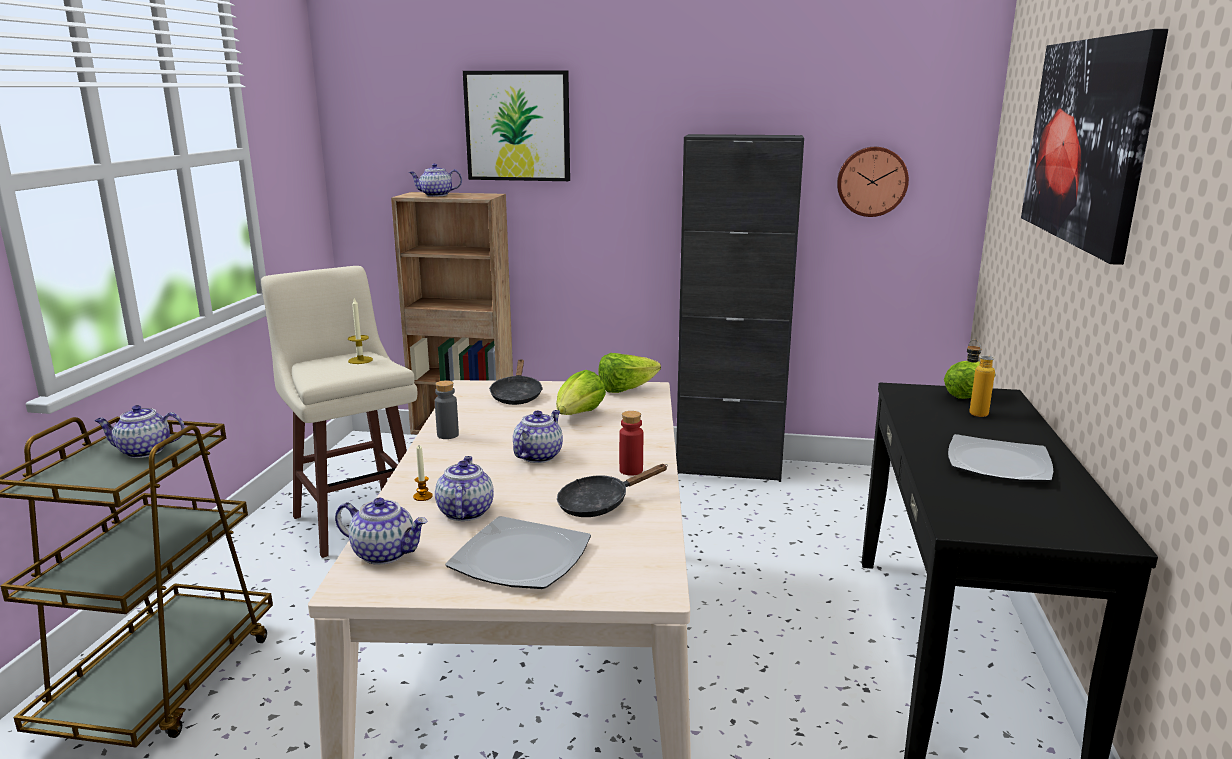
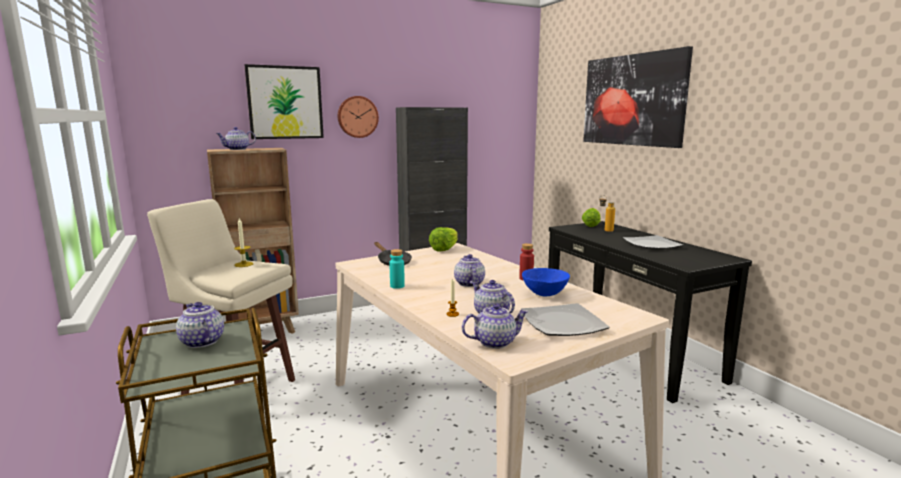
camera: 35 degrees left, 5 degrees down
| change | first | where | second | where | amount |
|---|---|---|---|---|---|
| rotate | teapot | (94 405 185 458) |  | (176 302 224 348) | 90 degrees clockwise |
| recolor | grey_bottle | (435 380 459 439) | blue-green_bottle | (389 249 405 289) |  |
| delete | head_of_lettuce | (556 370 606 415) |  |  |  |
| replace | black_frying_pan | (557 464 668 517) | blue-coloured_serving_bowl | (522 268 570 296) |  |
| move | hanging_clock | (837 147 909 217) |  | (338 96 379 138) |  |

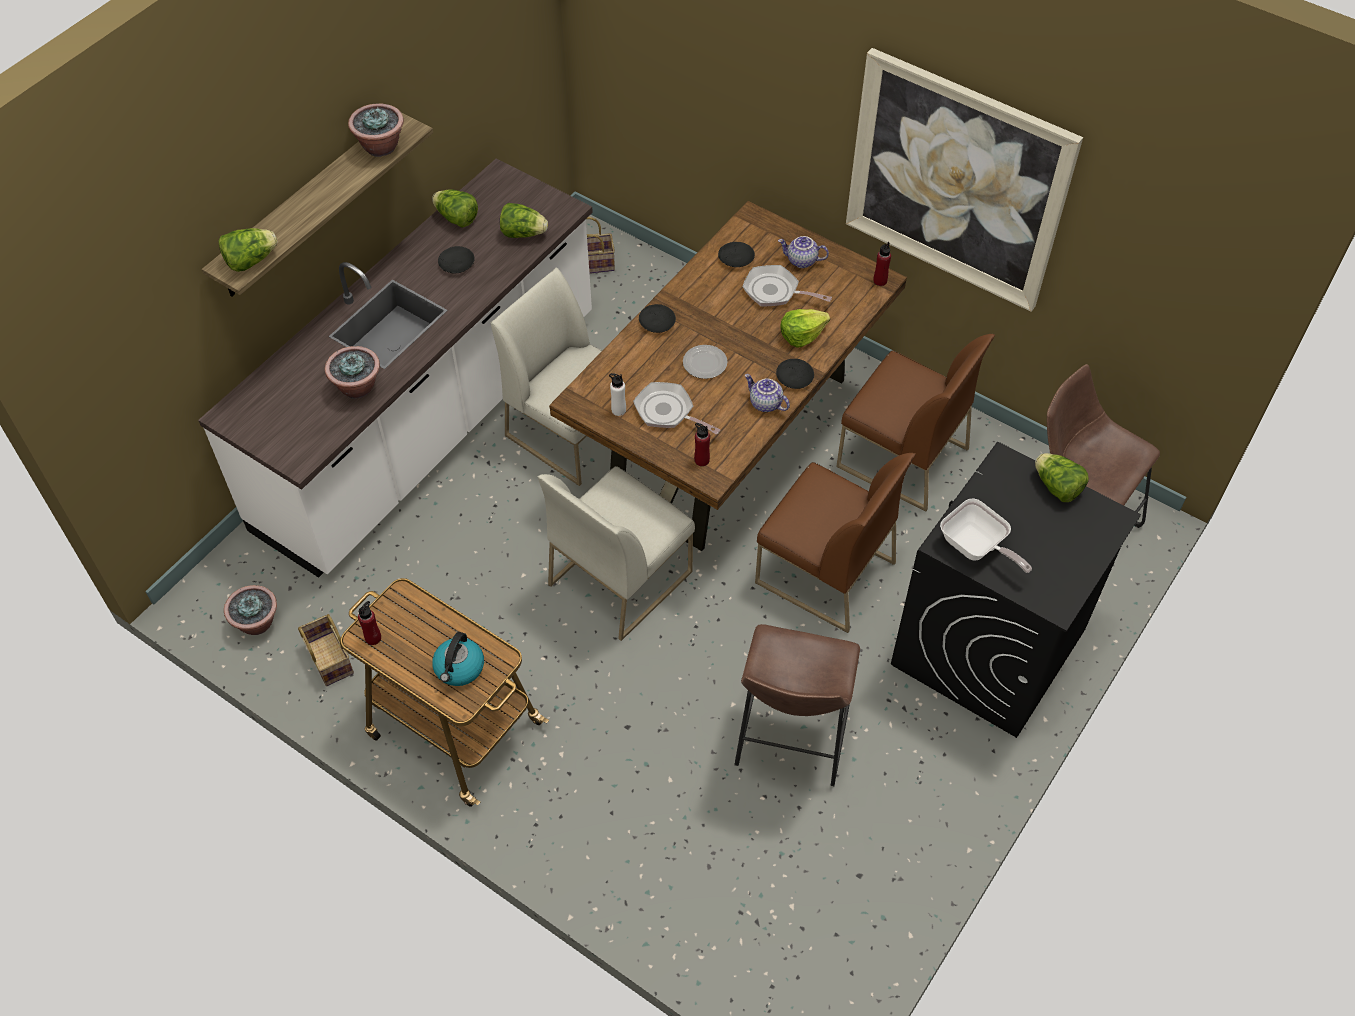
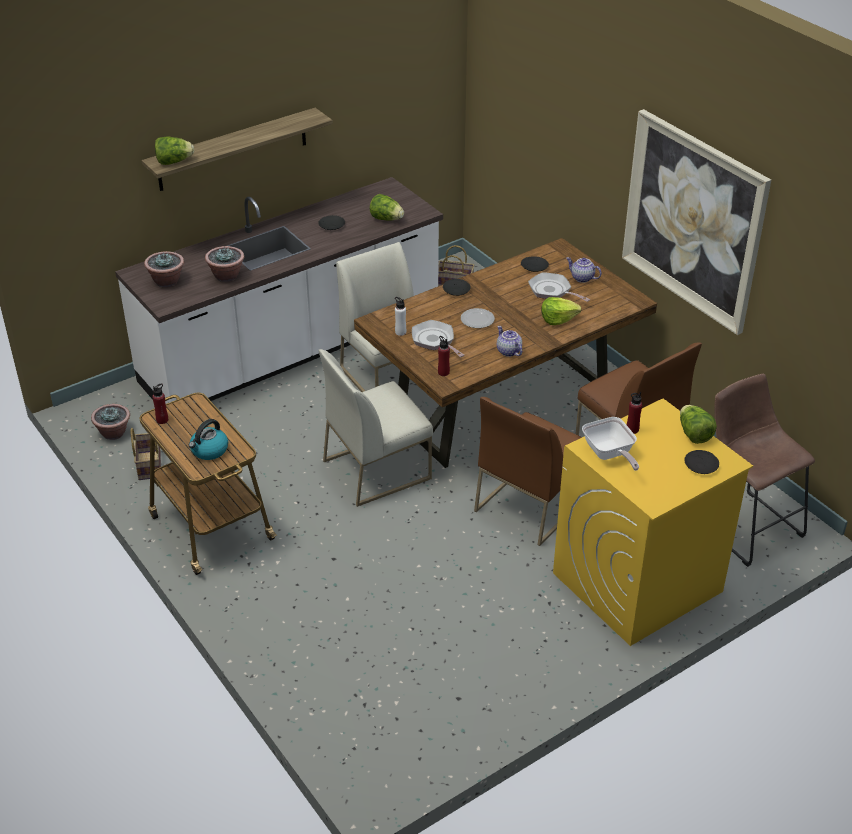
camera: 20 degrees right, 15 degrees down
| change | first | where | second | where | amount |
|---|---|---|---|---|---|
| move | potted_plant | (348 103 404 157) |  | (144 251 184 287) |  |
| delete | head_of_lettuce | (432 189 478 228) |  |  |  |
| delete | brownish_sitting_stool | (735 624 860 786) |  |  |  |
| rotate | brownish_upright_chair | (755 453 916 633) |  | (474 397 582 546) | 75 degrees clockwise |
| move | black_flat_dish | (776 359 814 389) |  | (684 450 719 474) |  |
| move | red-coloured_bottle | (873 242 891 286) |  | (627 392 642 434) |  |
| recolor | black_laundry_appliance | (891 442 1141 738) | yellow_laundry_appliance | (553 398 753 646) |  |

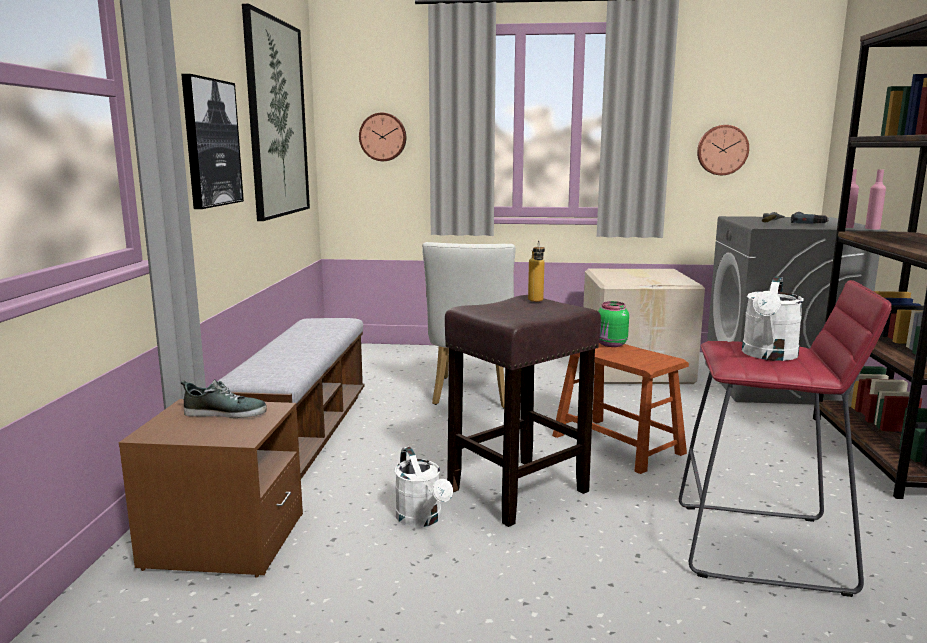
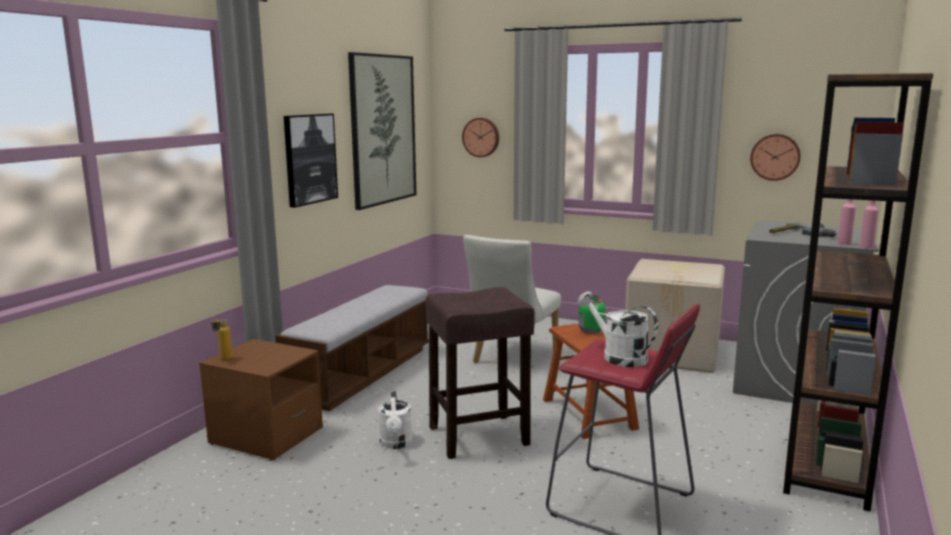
camera: 20 degrees right, 0 degrees up
| change | first | where | second | where | amount |
|---|---|---|---|---|---|
| delete | item_of_footwear | (180 379 267 418) |  |  |  |
| move | bottle | (528 241 545 302) |  | (211 315 233 360) |  |
| rotate | whitish_sprinkling_can | (742 276 804 361) |  | (578 291 658 367) | 90 degrees clockwise |

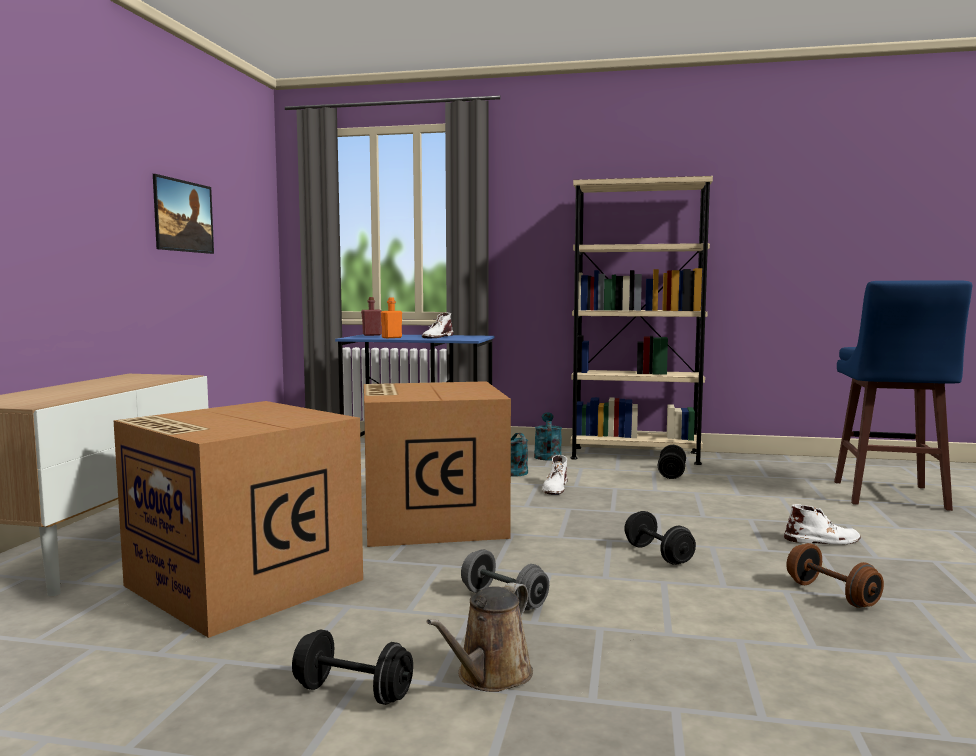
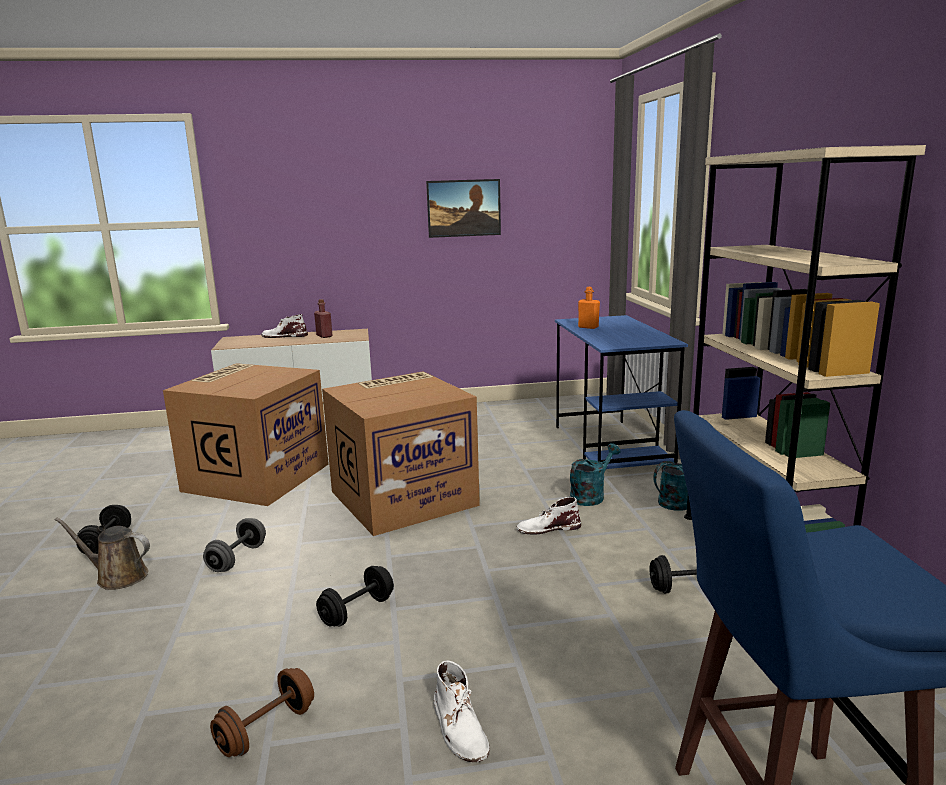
camera: 70 degrees right, 10 degrees up
| change | first | where | second | where | amount |
|---|---|---|---|---|---|
| move | red-coloured_bottle | (361 297 382 336) |  | (314 299 332 338) |  |
| move | whitish_high-top_boot | (422 313 454 338) |  | (261 314 308 338) |  |

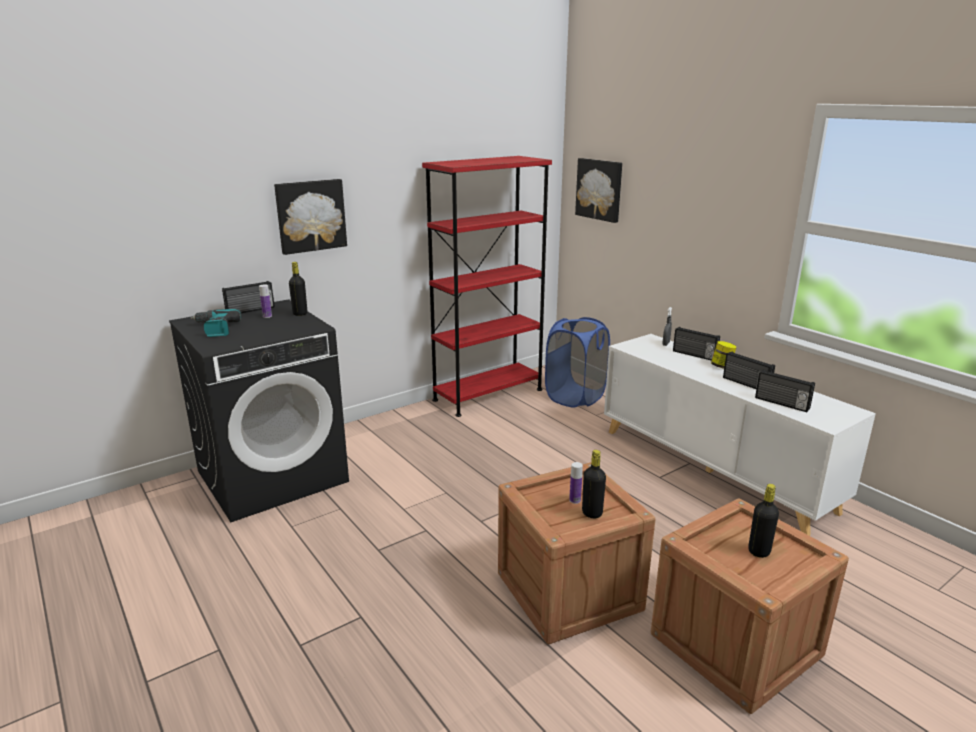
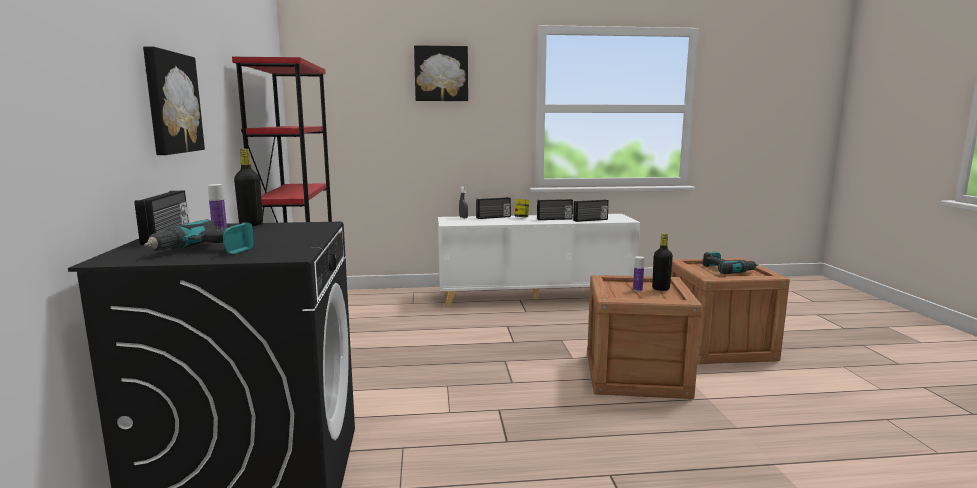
camera: 60 degrees left, 10 degrees down
| change | first | where | second | where | amount |
|---|---|---|---|---|---|
| delete | blue-coloured_laundry_basket | (545 317 610 408) |  |  |  |
| move | wall_picture | (575 158 622 223) |  | (414 45 468 101) |  |
| replace | black_bottle | (748 484 779 558) | electric_drill | (703 252 758 274) |  |

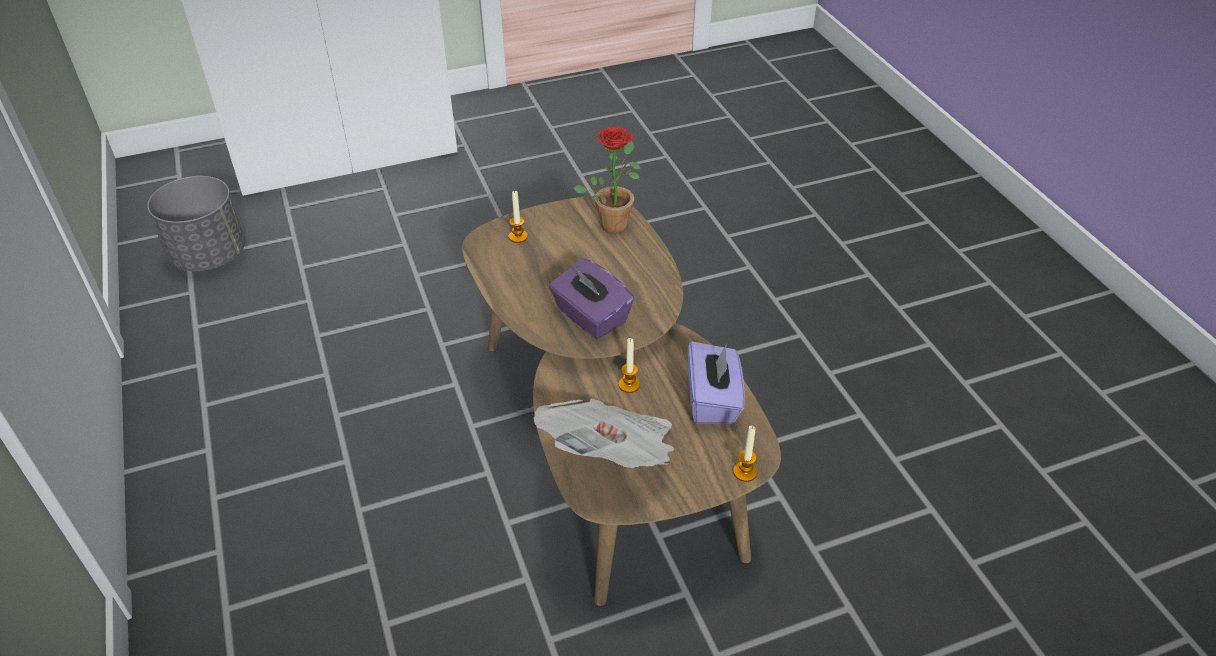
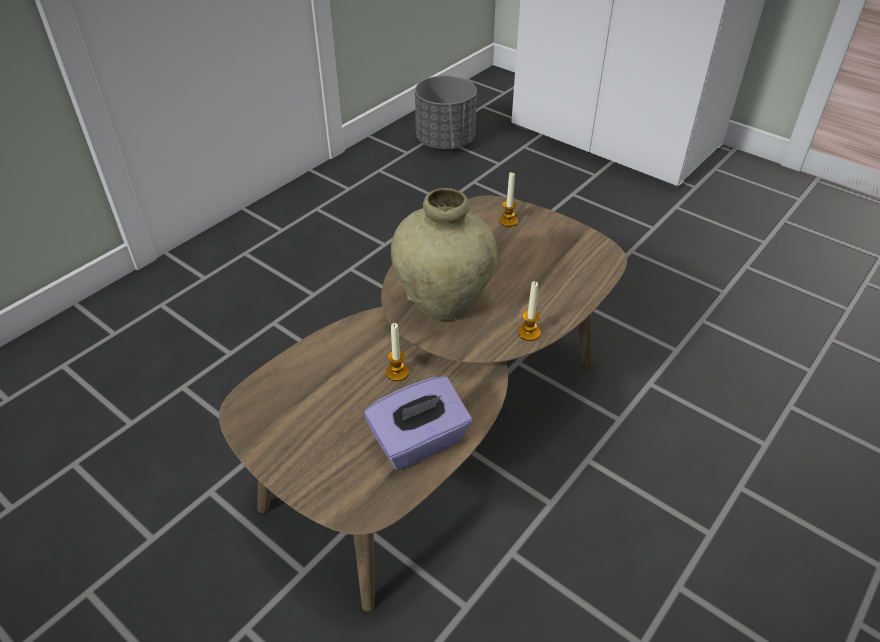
camera: 60 degrees right, 0 degrees up
| change | first | where | second | where | amount |
|---|---|---|---|---|---|
| delete | newspaper | (534 398 674 468) |  |  |  |
| replace | purple_box_of_tissues | (549 258 634 339) | sand-coloured_decorative_vase | (391 188 497 321) |  |
| delete | potted_plant | (573 127 641 234) |  |  |  |
| move | wax_light | (733 426 757 482) |  | (518 281 541 341) |  |

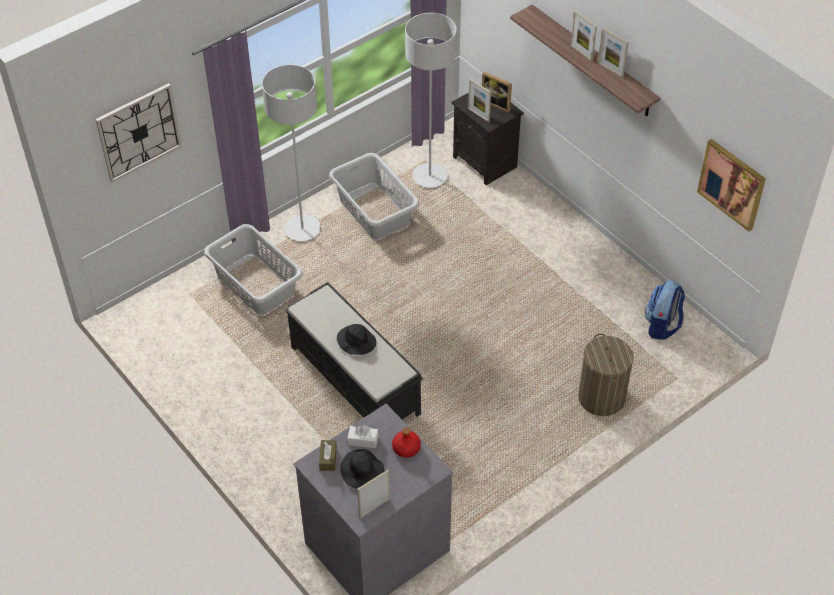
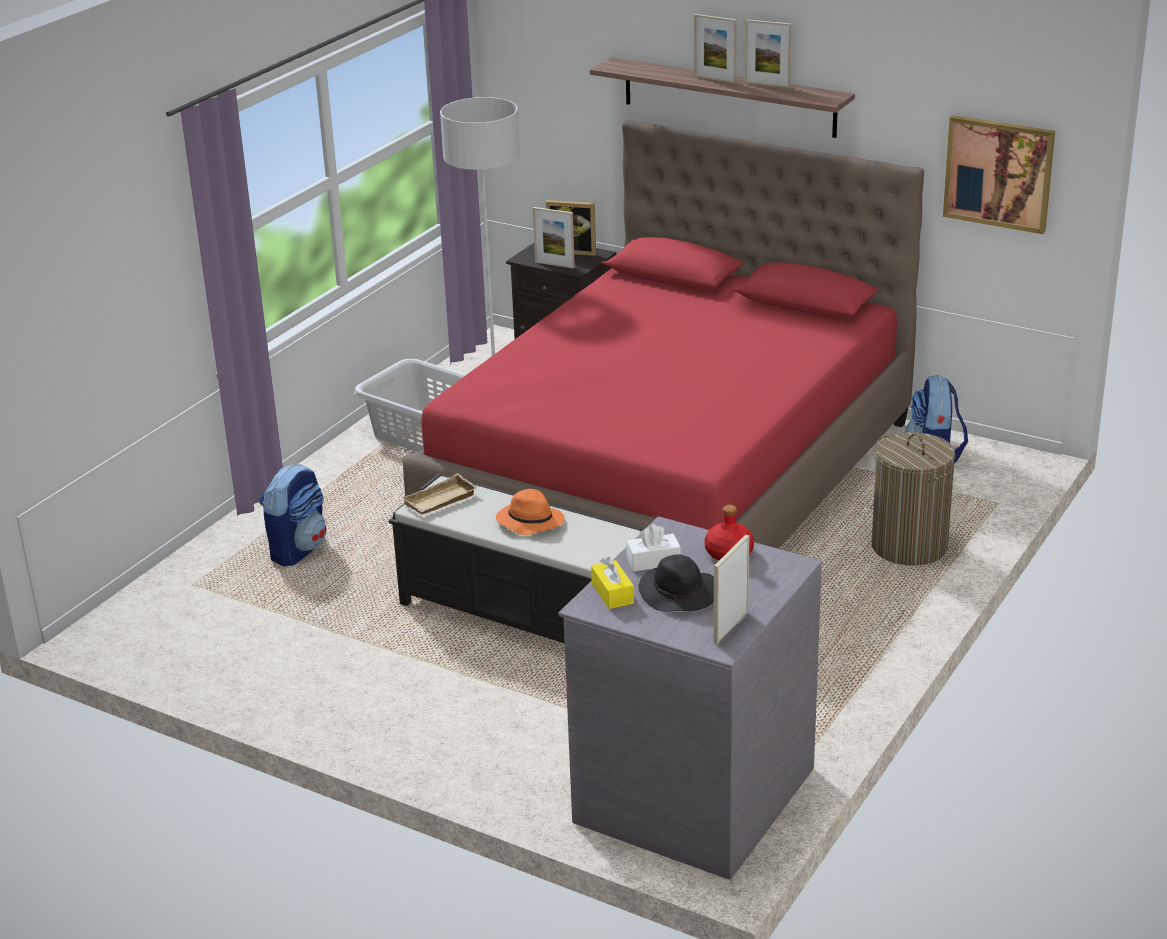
camera: 20 degrees left, 20 degrees down
| change | first | where | second | where | amount |
|---|---|---|---|---|---|
| delete | hanging_clock | (95 83 182 182) |  |  |  |
| replace | grey_laundry_basket | (204 224 303 315) | knapsack | (260 464 326 566) |  |
| delete | grey_floor_lamp | (262 64 321 241) |  |  |  |
| recolor | brownish_box_of_tissues | (319 440 337 471) | yellow_box_of_tissues | (591 557 634 609) |  |
| recolor | black_hat | (337 324 376 355) | orange-coloured_hat | (496 489 565 535) |  |
| insert |  |  | red-coloured_bed | (402 120 924 549) |  |
| insert |  |  | sand-coloured_carrying_tray | (402 473 478 514) |  |

